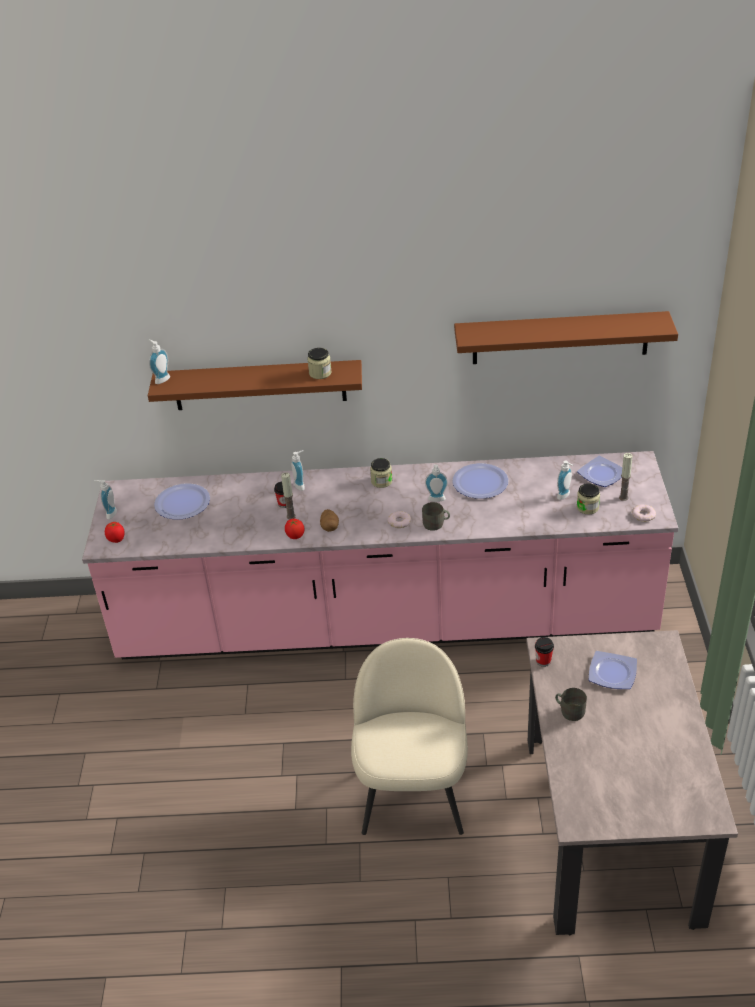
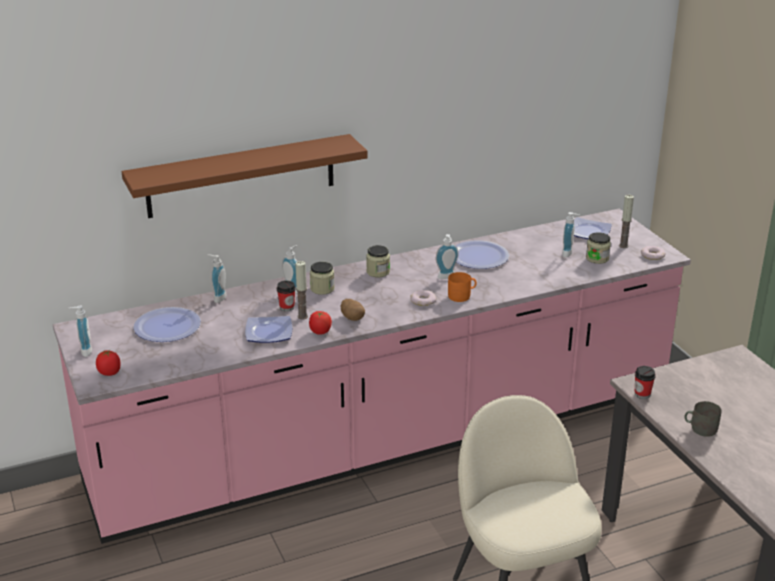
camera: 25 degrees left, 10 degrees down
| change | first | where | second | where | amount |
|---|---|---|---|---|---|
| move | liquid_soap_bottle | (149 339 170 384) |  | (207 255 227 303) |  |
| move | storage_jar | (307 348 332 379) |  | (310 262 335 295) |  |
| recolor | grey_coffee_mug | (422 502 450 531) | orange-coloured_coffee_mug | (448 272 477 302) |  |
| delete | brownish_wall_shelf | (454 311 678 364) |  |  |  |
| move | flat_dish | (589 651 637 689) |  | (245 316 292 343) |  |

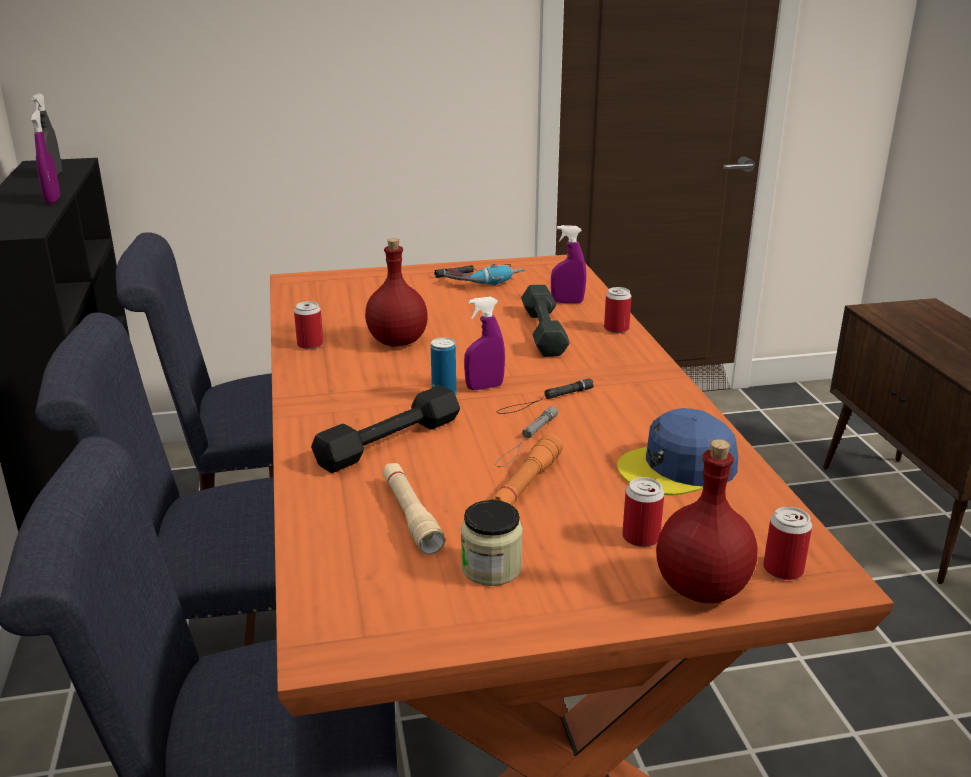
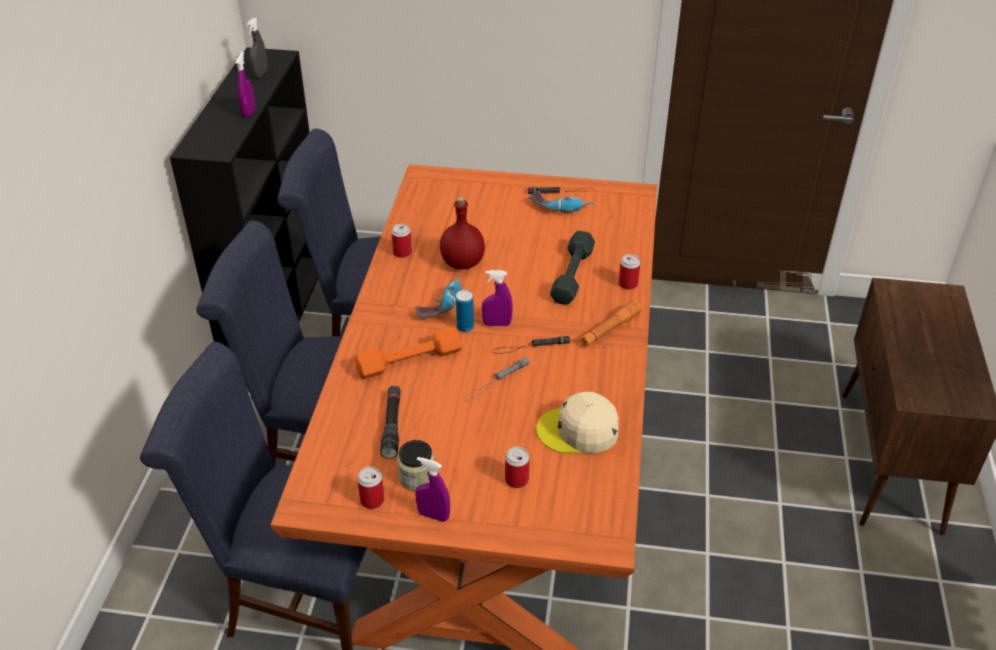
camera: 20 degrees right, 15 degrees up
| change | first | where | second | where | amount |
|---|---|---|---|---|---|
| recolor | black_hand_weight | (311 385 460 473) | orange-coloured_hand_weight | (355 327 462 379) |  |
| recolor | sand-coloured_flashlight | (382 463 445 555) | black_flashlight | (380 386 401 459) |  |
| move | orange-coloured_flashlight | (490 434 563 505) |  | (579 300 642 347) |  |
| move | purple_spray_bottle | (551 225 586 303) |  | (415 457 450 522) |  |
| recolor | blue-coloured_baseball_cap | (617 408 738 495) | sand-coloured_baseball_cap | (536 392 619 453) |  |
| delete | red-coloured_bottle | (656 439 758 603) |  |  |  |
| move | metal_can | (763 507 812 580) |  | (357 467 384 509) |  |
| insert |  |  | electric_drill | (415 275 461 318) |  |

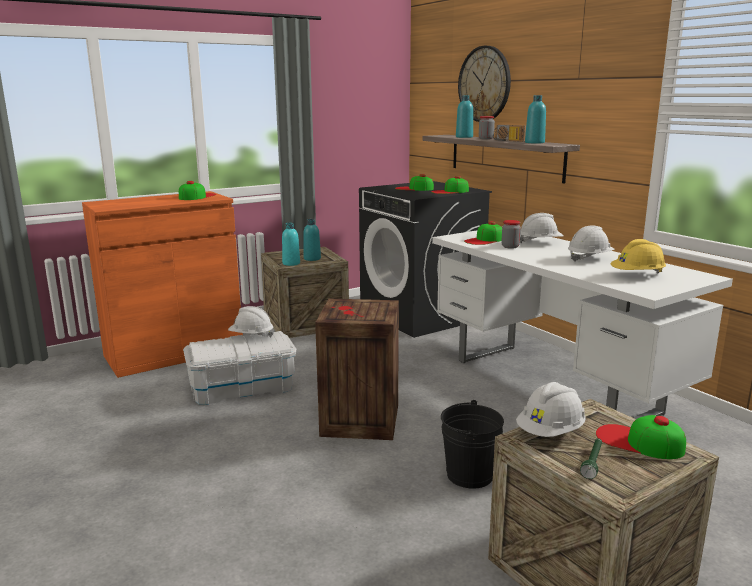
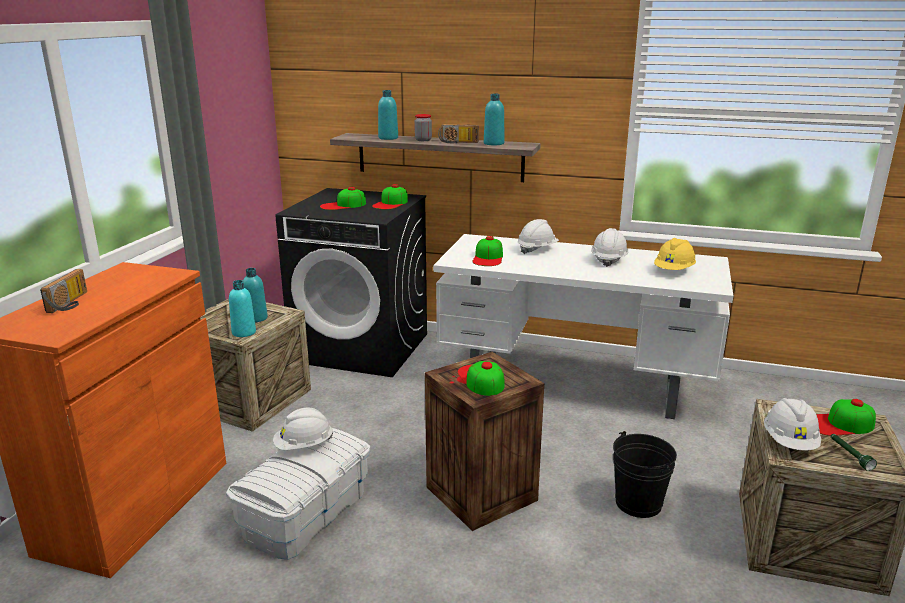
camera: 40 degrees left, 5 degrees up
| change | first | where | second | where | amount |
|---|---|---|---|---|---|
| move | baseball_cap | (179 181 216 200) |  | (458 361 505 396) |  |
| delete | hanging_clock | (458 46 511 122) |  |  |  |
| delete | storage_jar | (502 220 521 249) |  |  |  |
| insert |  |  | radio | (40 269 87 313) |  |

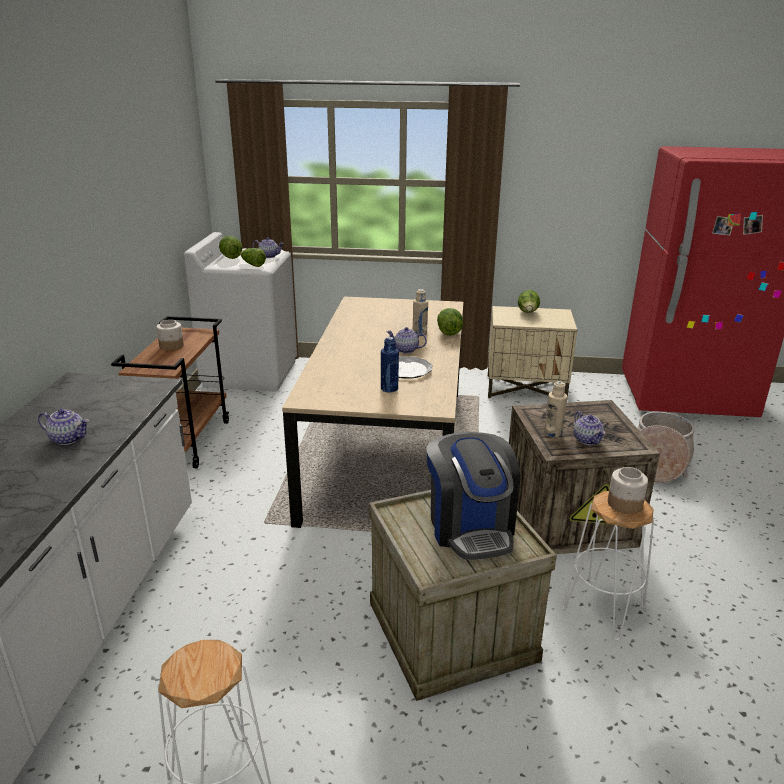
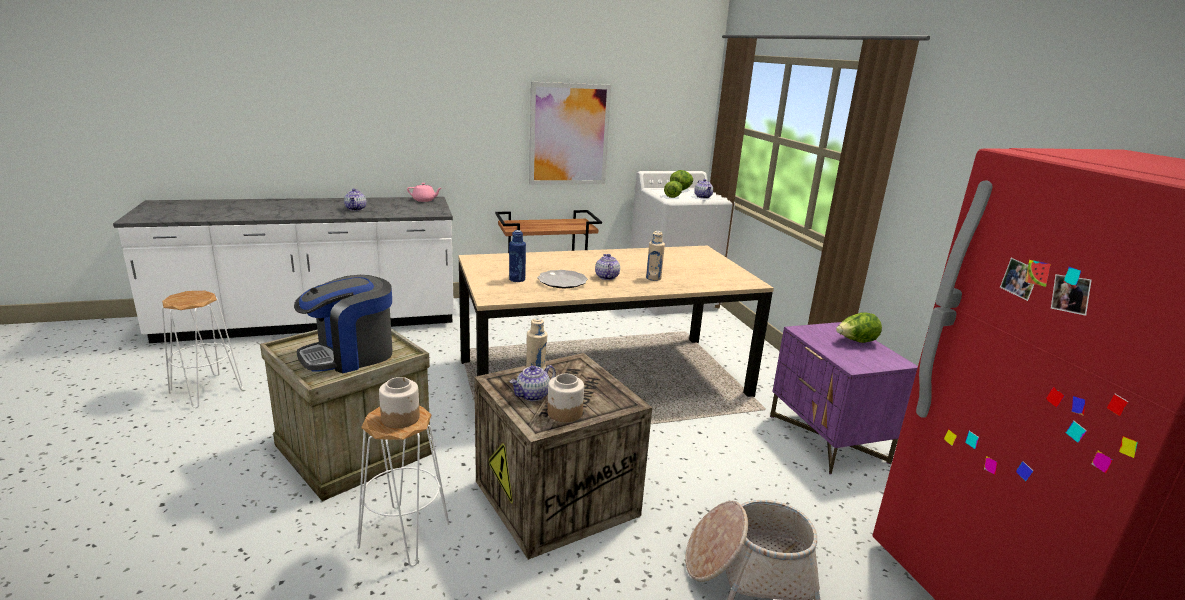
camera: 65 degrees right, 5 degrees down
| change | first | where | second | where | amount |
|---|---|---|---|---|---|
| move | storage_jar | (156 319 184 351) |  | (547 374 584 422) |  |
| delete | head_of_lettuce | (437 308 463 336) |  |  |  |
| recolor | sand-coloured_bedside_table | (488 306 577 398) | purple_bedside_table | (770 322 918 475) |  |
| insert |  |  | pinkish_teapot | (407 183 442 202) |  |
| insert |  |  | wall_picture | (529 82 611 185) |  |

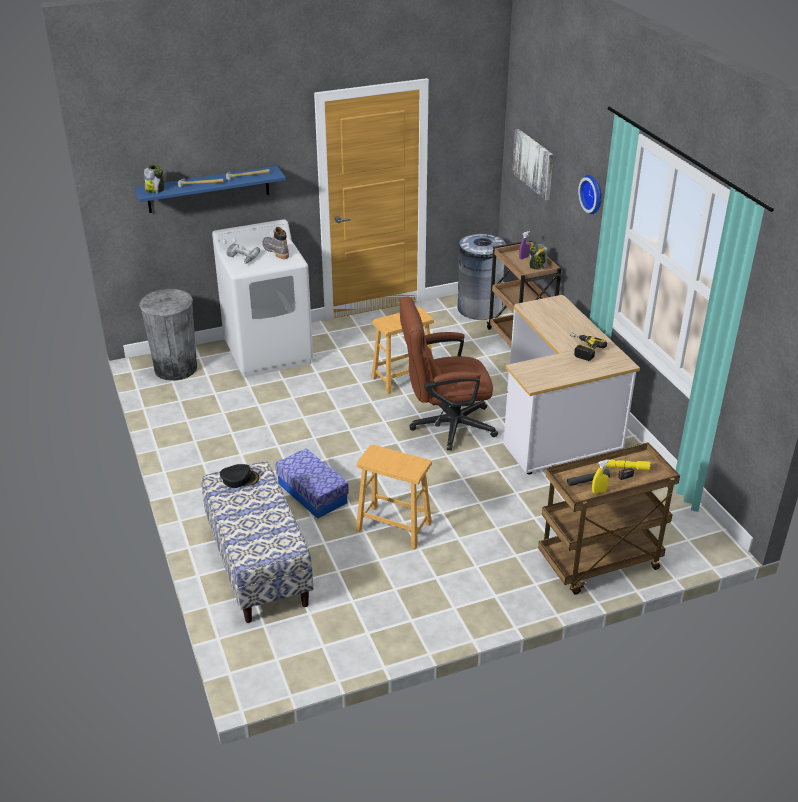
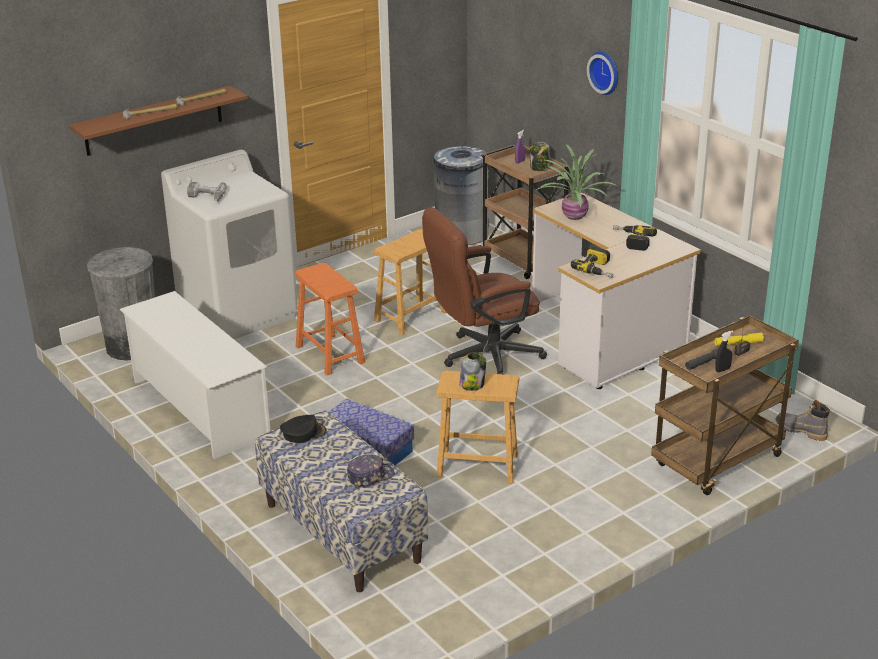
camera: 15 degrees left, 5 degrees down
| change | first | where | second | where | amount |
|---|---|---|---|---|---|
| recolor | blue-coloured_wall_shelf | (134 166 286 213) | brownish_wall_shelf | (69 86 248 156) |  |
| move | storage_jar | (144 165 164 193) |  | (459 352 486 391) |  |
| move | grey_high-top_boot | (262 227 289 259) |  | (775 400 830 441) |  |
| delete | wall_picture | (512 129 553 200) |  |  |  |
| recolor | yellow_spray_bottle | (592 460 610 494) | black_spray_bottle | (715 331 733 372) |  |
| insert |  |  | whitish_shoe_stand | (120 291 271 459) |  |
| insert |  |  | orange-coloured_sitting_stool | (294 263 365 375) |  |
| insert |  |  | baseball_cap | (347 455 395 488) |  |
| insert |  |  | potted_plant | (536 145 619 220) |  |
| insert |  |  | electric_drill | (571 247 613 278) |  |

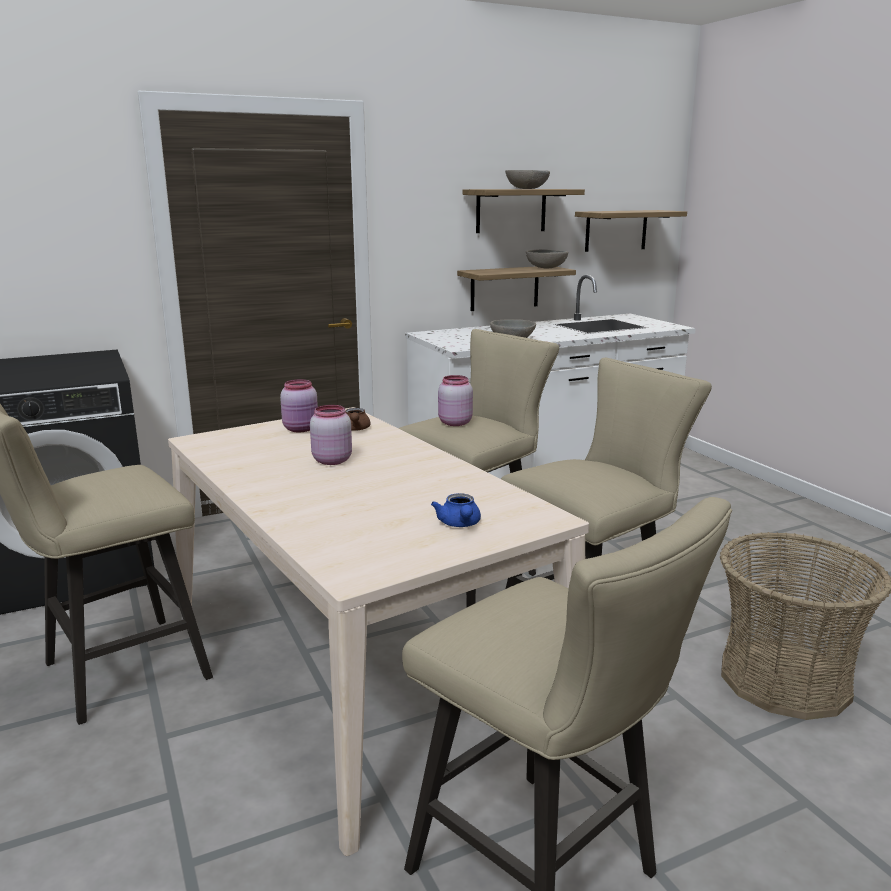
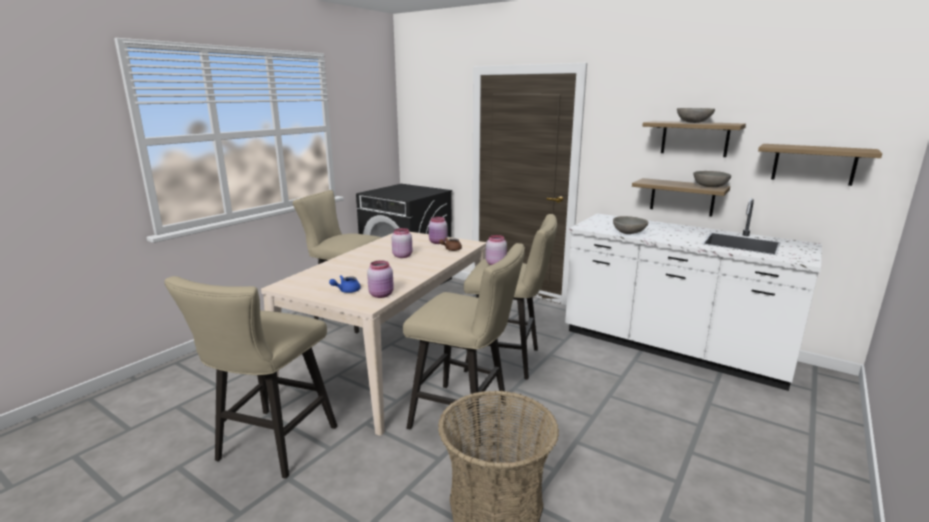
camera: 60 degrees right, 0 degrees up
| change | first | where | second | where | amount |
|---|---|---|---|---|---|
| insert |  |  | pinkish_storage_jar | (367 260 394 298) |  |

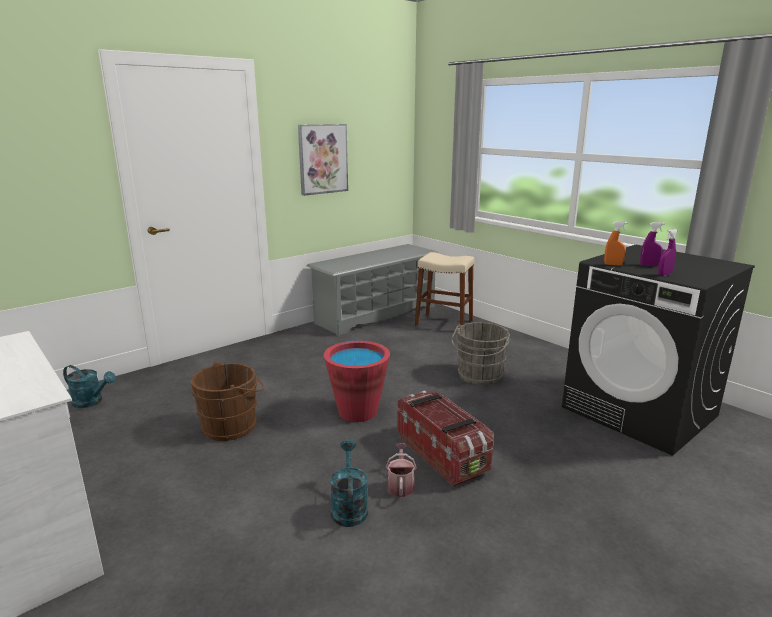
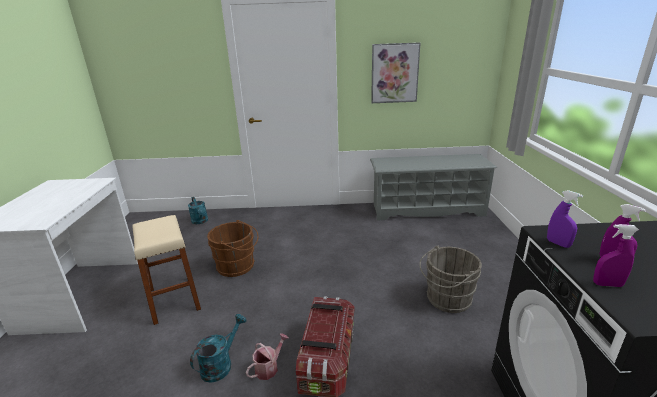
camera: 40 degrees right, 5 degrees up
| change | first | where | second | where | amount |
|---|---|---|---|---|---|
| delete | red-coloured_bucket | (324 341 390 422) |  |  |  |
| move | sand-coloured_sitting_stool | (415 252 475 326) |  | (132 215 201 325) |  |
| recolor | orange-coloured_spray_bottle | (604 222 628 266) | purple_spray_bottle | (547 190 583 248) |  |

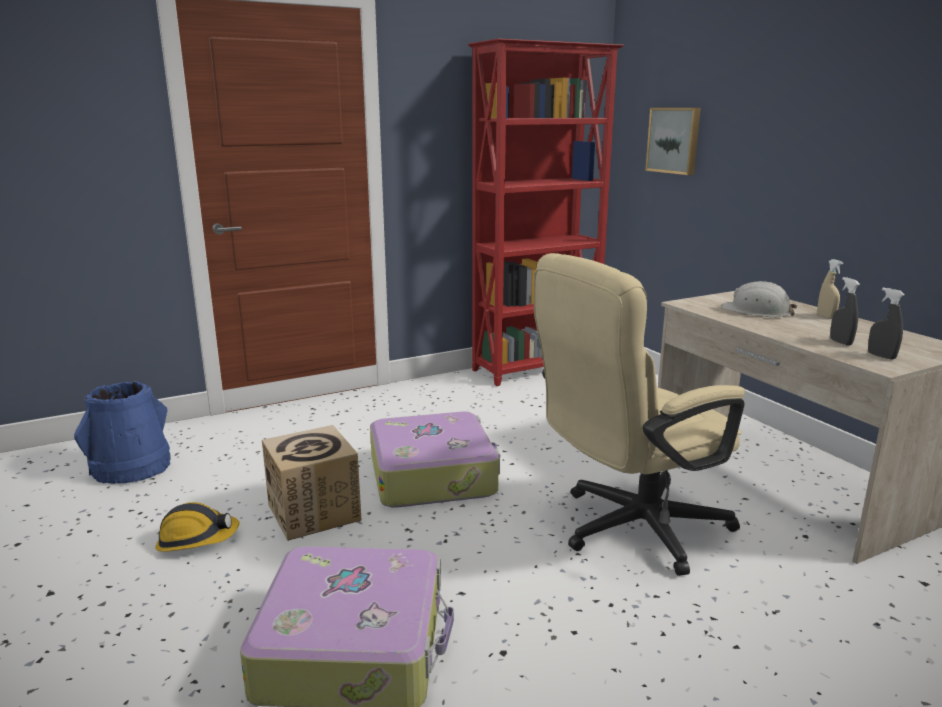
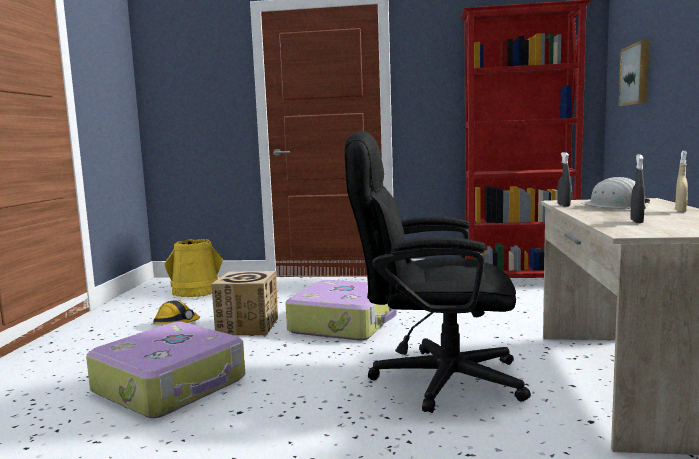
camera: 35 degrees right, 10 degrees down
| change | first | where | second | where | amount |
|---|---|---|---|---|---|
| recolor | blue-coloured_bucket | (74 381 171 484) | yellow_bucket | (165 239 223 297) |  |
| recolor | sand-coloured_desk_chair | (534 253 745 576) | black_desk_chair | (345 131 531 413) |  |
| move | grey_spray_bottle | (868 288 905 360) |  | (557 152 571 207) |  |

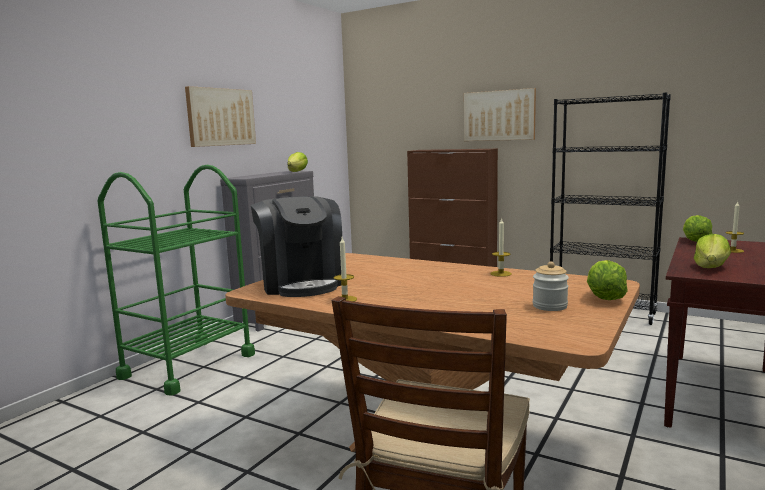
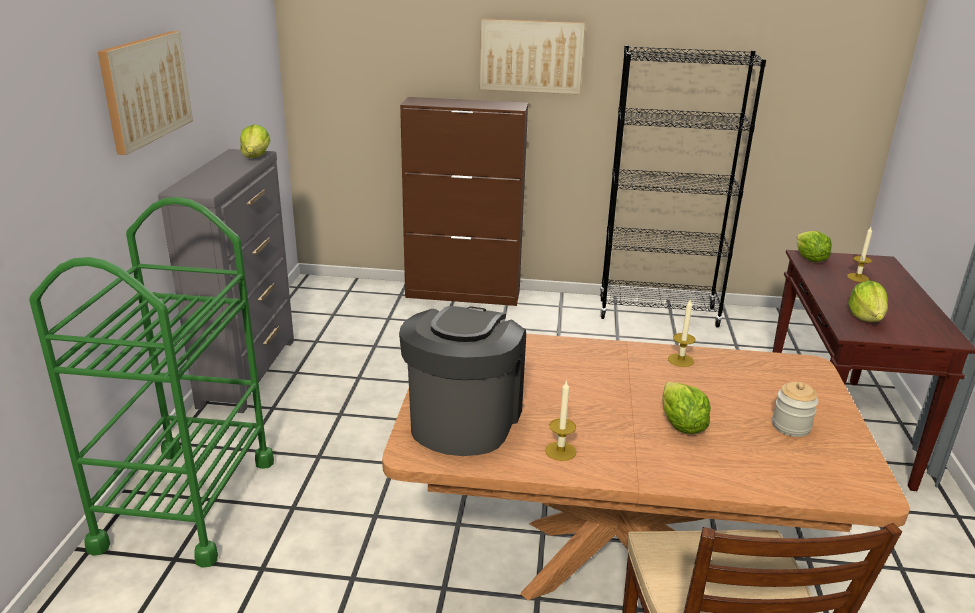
camera: 25 degrees left, 15 degrees up
| change | first | where | second | where | amount |
|---|---|---|---|---|---|
| rotate | coffee_machine | (251 196 342 297) |  | (399 306 526 456) | 120 degrees counterclockwise |
| move | head_of_lettuce | (587 260 628 300) |  | (662 382 711 434) |  |

